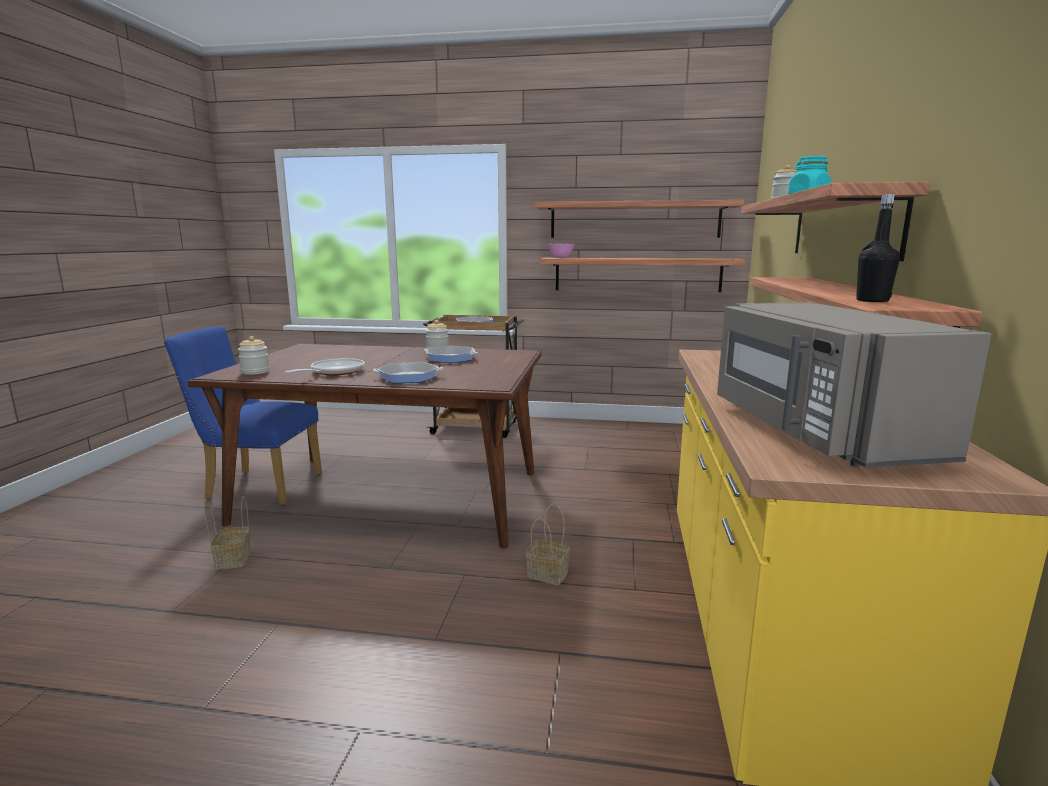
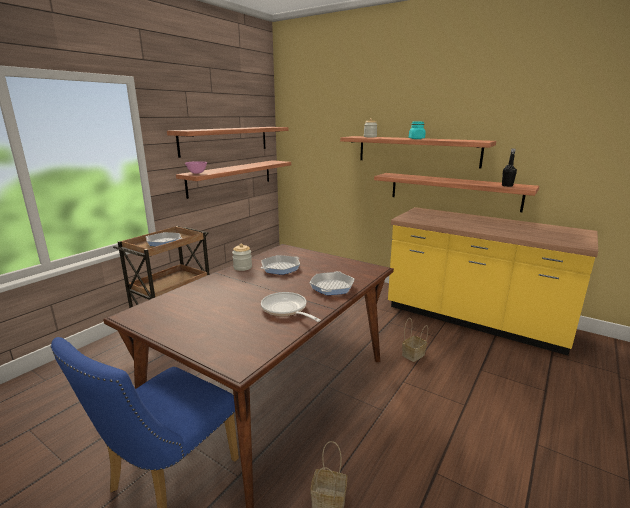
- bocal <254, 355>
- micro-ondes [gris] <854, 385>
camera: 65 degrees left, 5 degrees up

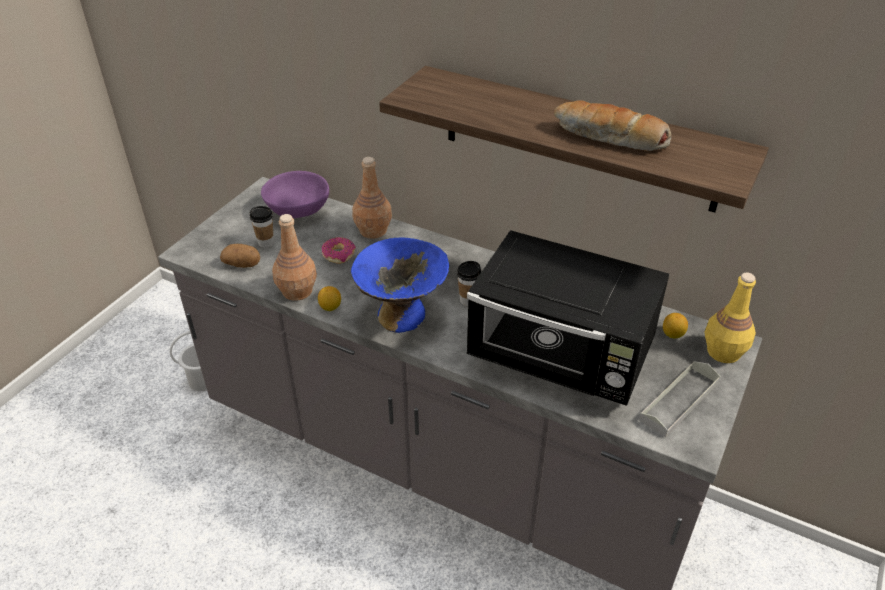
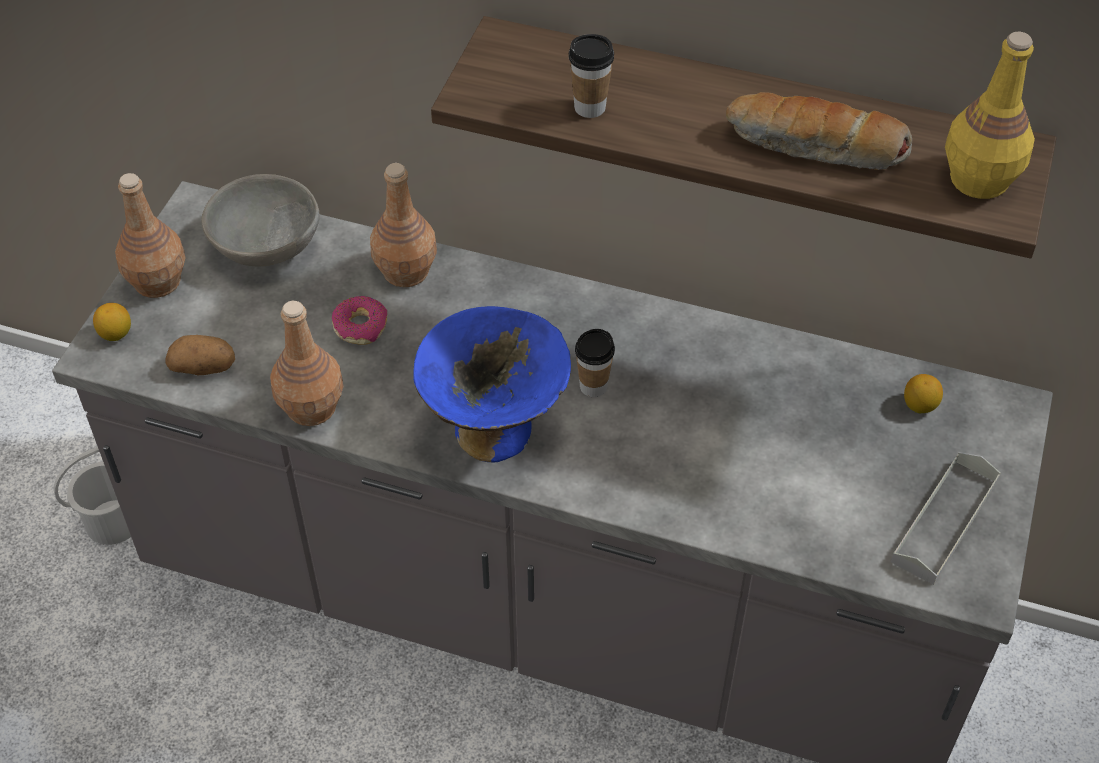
~ citron <329, 298> to <112, 322>
+ bouteille [marron] <150, 235>
~ bol [violet] <295, 194> to bol [gris] <260, 220>
~ tasse <262, 227> to <591, 76>
~ bouteille [jaune] <730, 317> to <990, 115>
- micro-ondes [noir] <567, 318>
camera: 10 degrees left, 10 degrees up

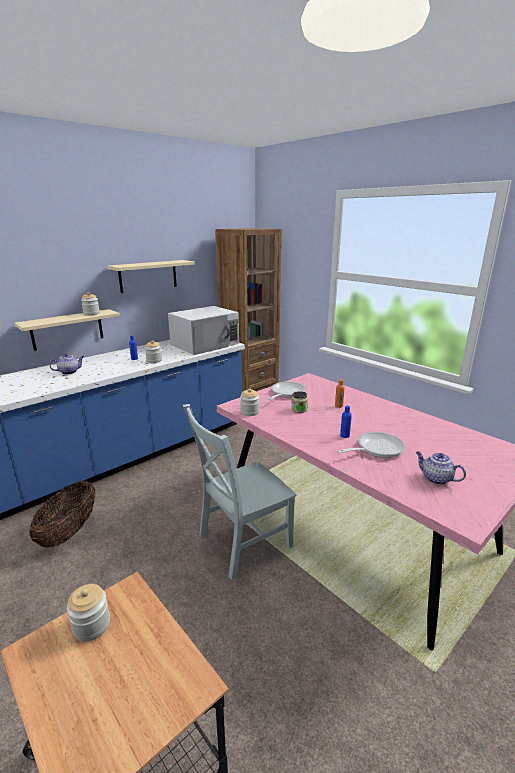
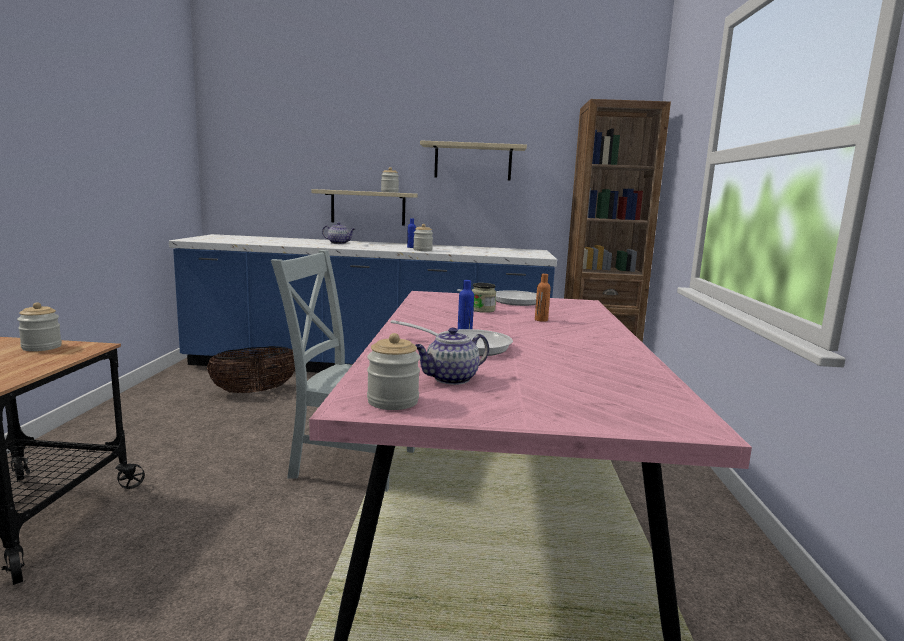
~ bocal <249, 402> to <393, 371>
~ théière <441, 468> = <452, 356> 120 degrees counterclockwise
- micro-ondes [blanc] <203, 330>
camera: 45 degrees right, 10 degrees down

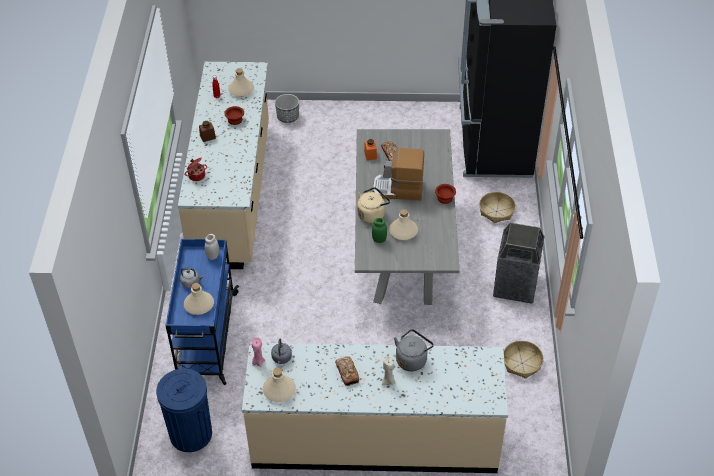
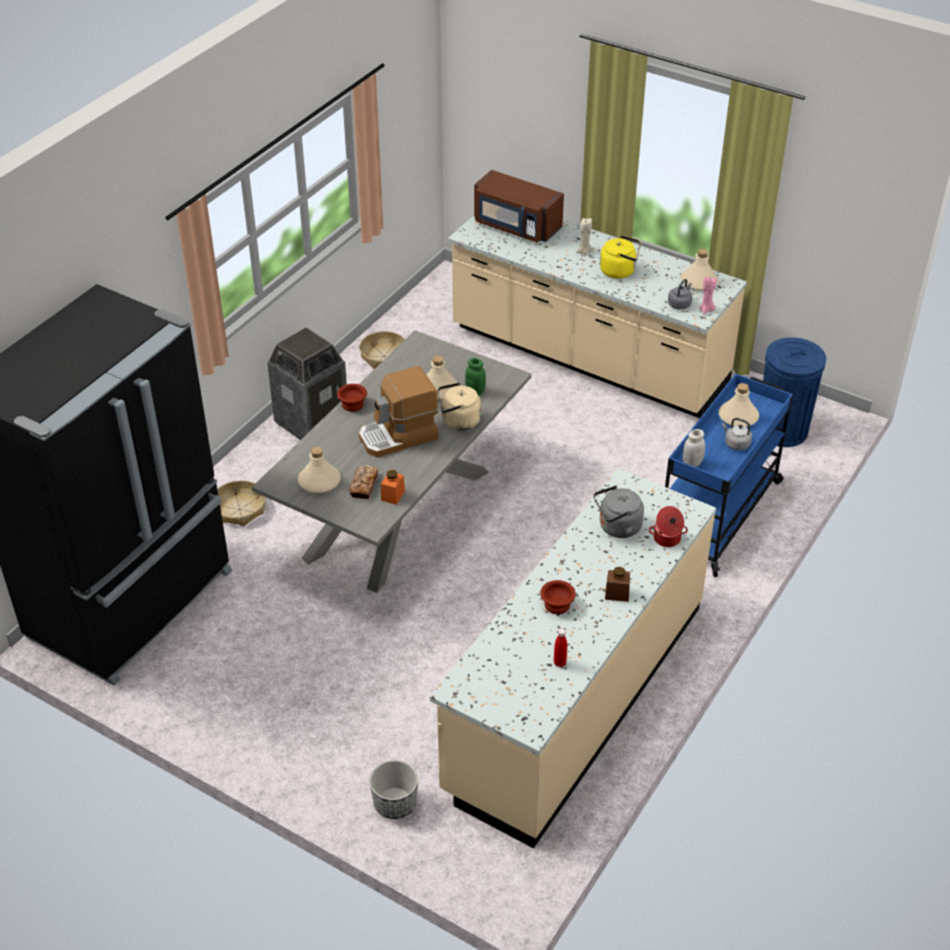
~ bouteille [beige] <241, 82> to <319, 470>
~ machine à café <398, 174> = <399, 411> 120 degrees clockwise
+ micro-ondes [marron] <519, 206>
~ bouilloire [gris] <414, 350> to <619, 511>
~ pain <347, 371> to bouilloire [jaune] <620, 257>
camera: 150 degrees left, 5 degrees down

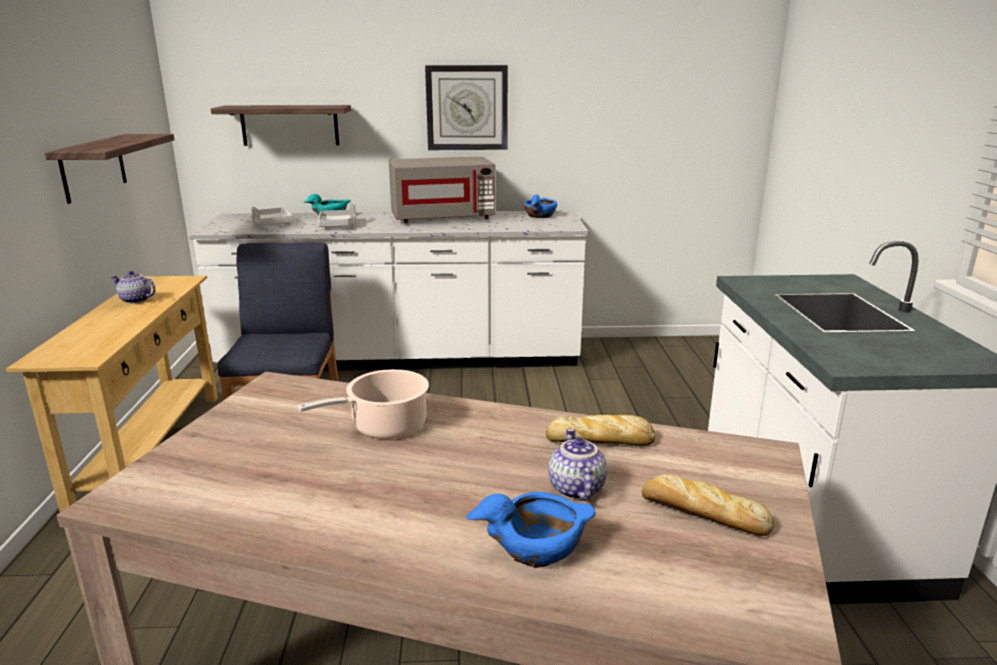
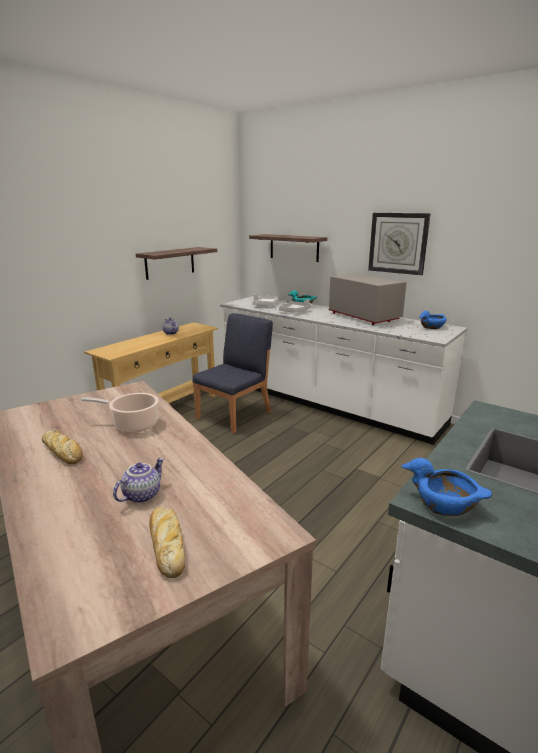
~ pain <600, 430> to <62, 447>
~ micro-ondes [gris] <442, 190> = <367, 299> 150 degrees counterclockwise
~ bol [bleu] <531, 530> to <446, 487>
camera: 40 degrees right, 0 degrees up

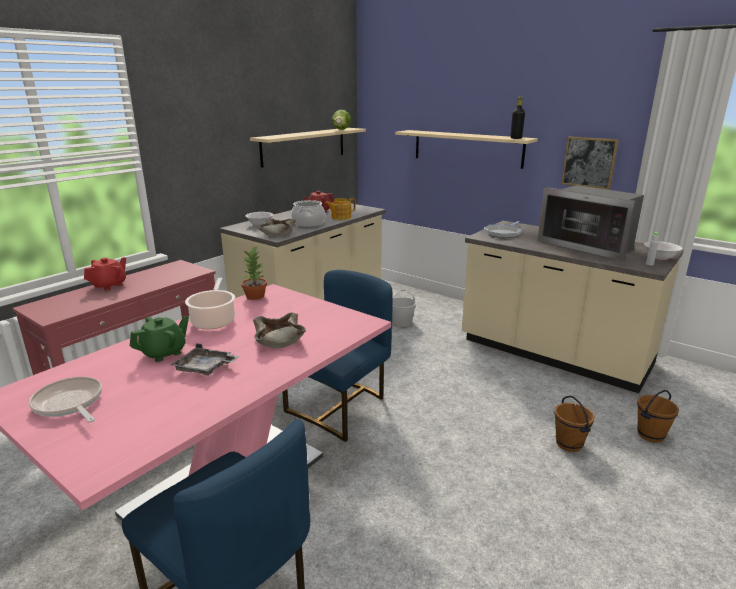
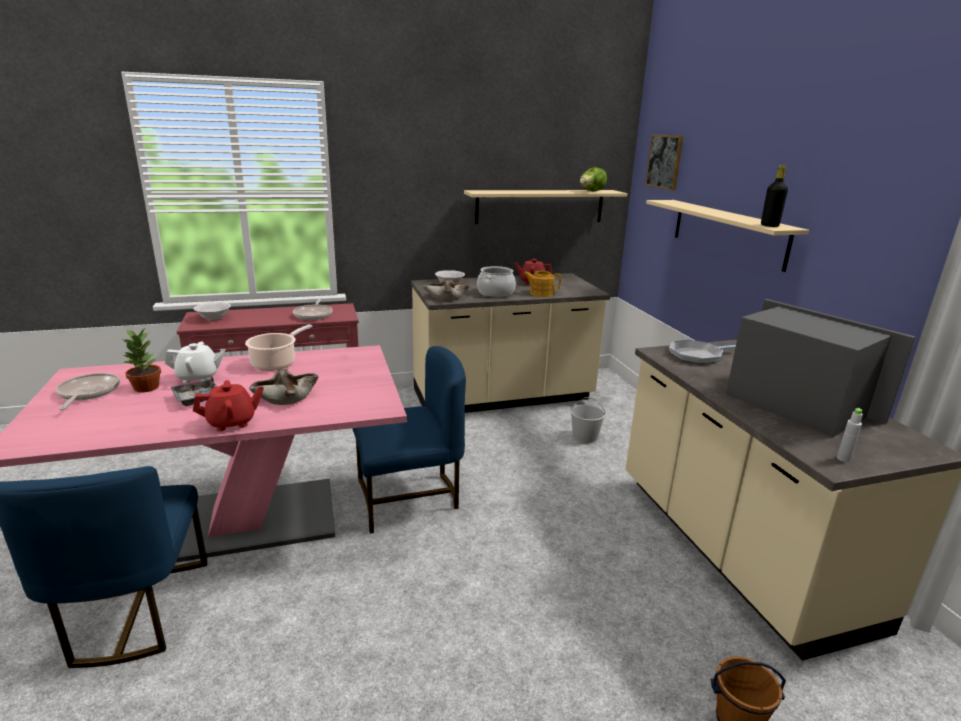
~ plante en pot <254, 273> to <142, 361>
~ théière [vert] <159, 339> to théière [blanc] <195, 362>
~ théière [rouge] <105, 273> to <228, 405>
~ bol [blanc] <663, 250> to <212, 311>
+ poêle <312, 309>
~ tableau <590, 163> to <664, 162>
~ micro-ondes <590, 223> = <821, 368> 150 degrees clockwise
- seau [marron] <574, 424>
camera: 35 degrees right, 0 degrees up

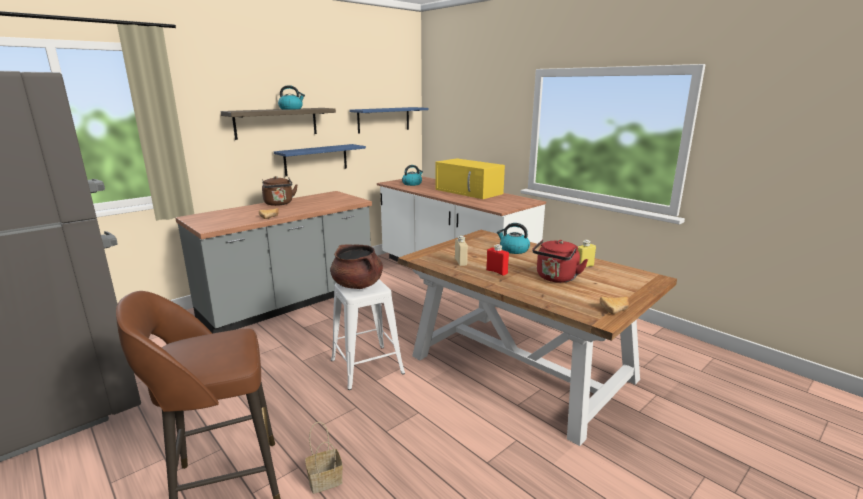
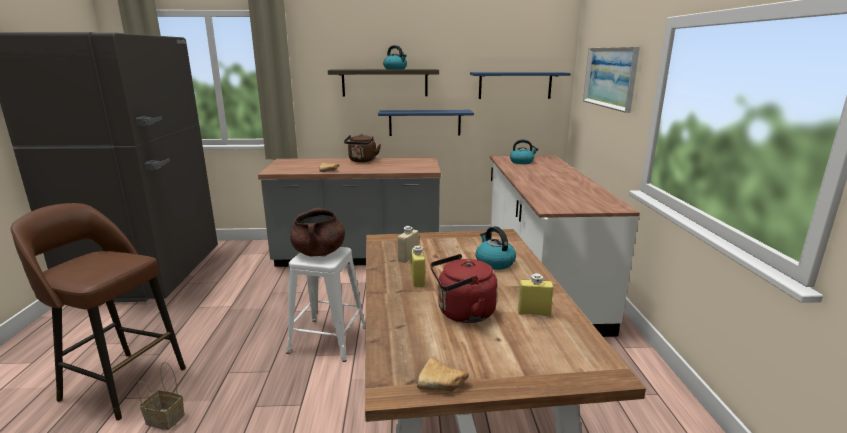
~ bouteille [rouge] <497, 260> to bouteille [jaune] <418, 266>
+ tableau <611, 80>
- micro-ondes [jaune] <470, 178>
camera: 40 degrees right, 0 degrees up

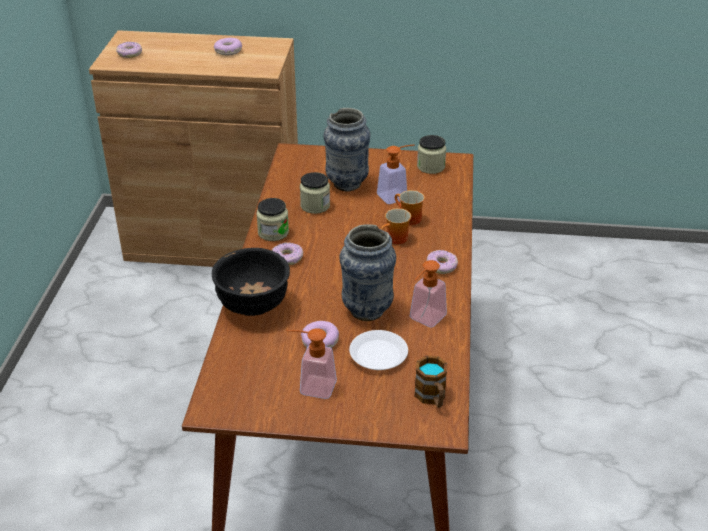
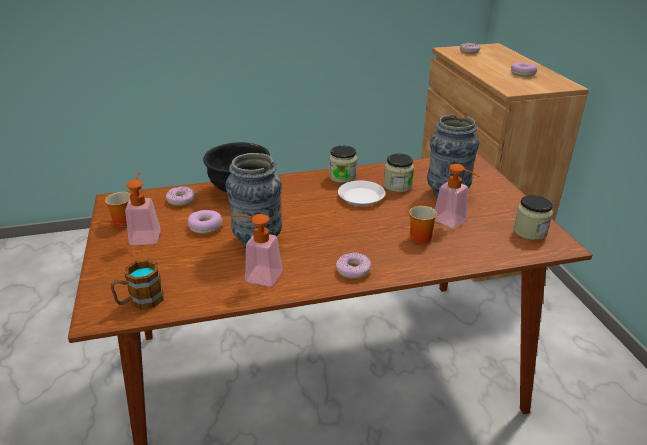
~ mug <396, 226> to <117, 210>
~ beignet <287, 253> to <180, 196>
~ assiette [blanc] <378, 350> to <361, 193>
camera: 70 degrees right, 5 degrees down

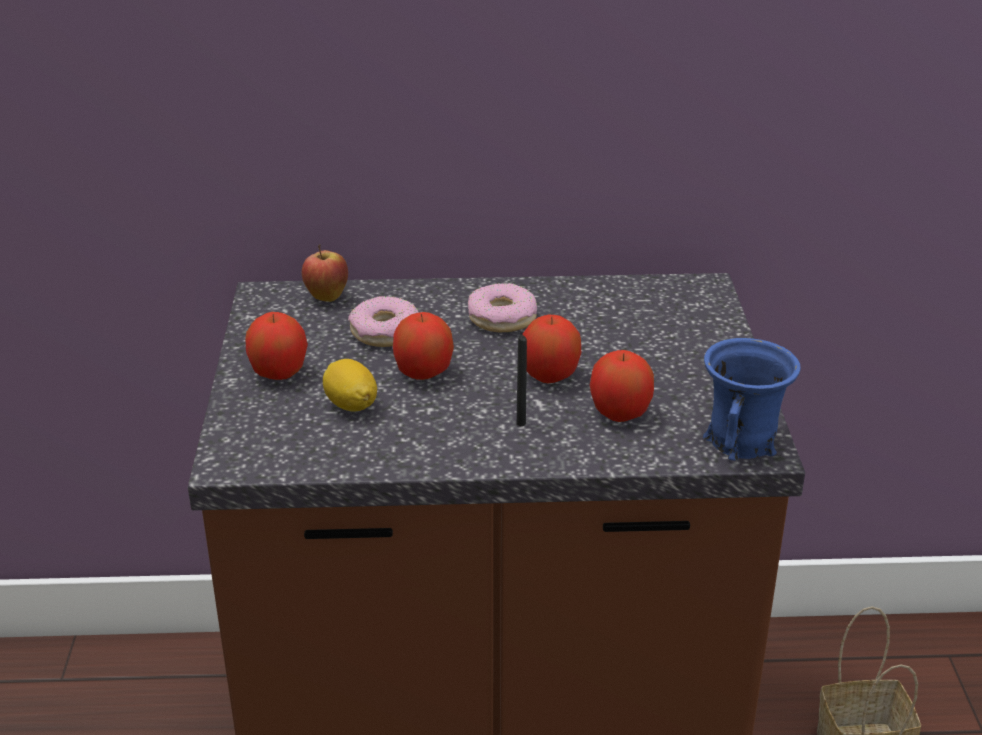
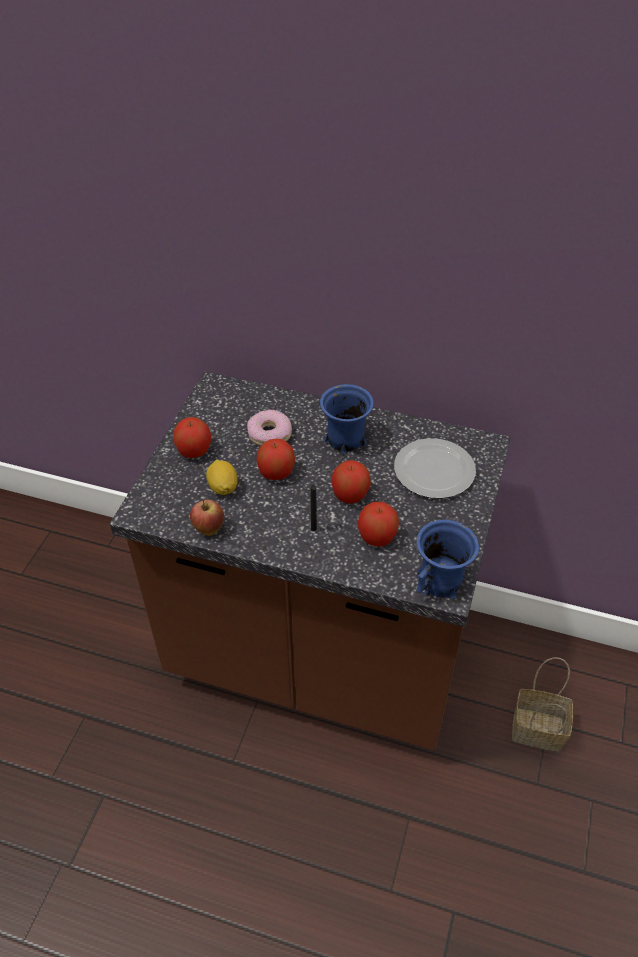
~ pomme <325, 273> to <207, 517>
~ beignet <502, 307> to mug [bleu] <347, 419>
+ assiette <435, 468>
camera: 20 degrees right, 15 degrees up

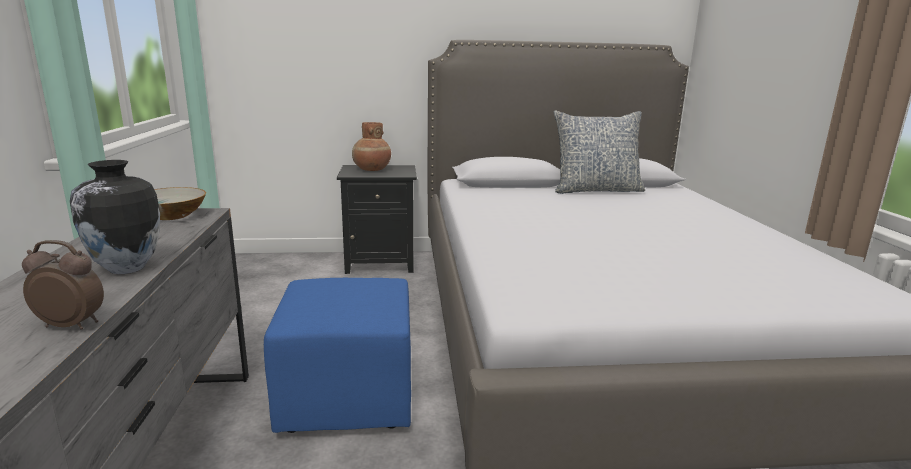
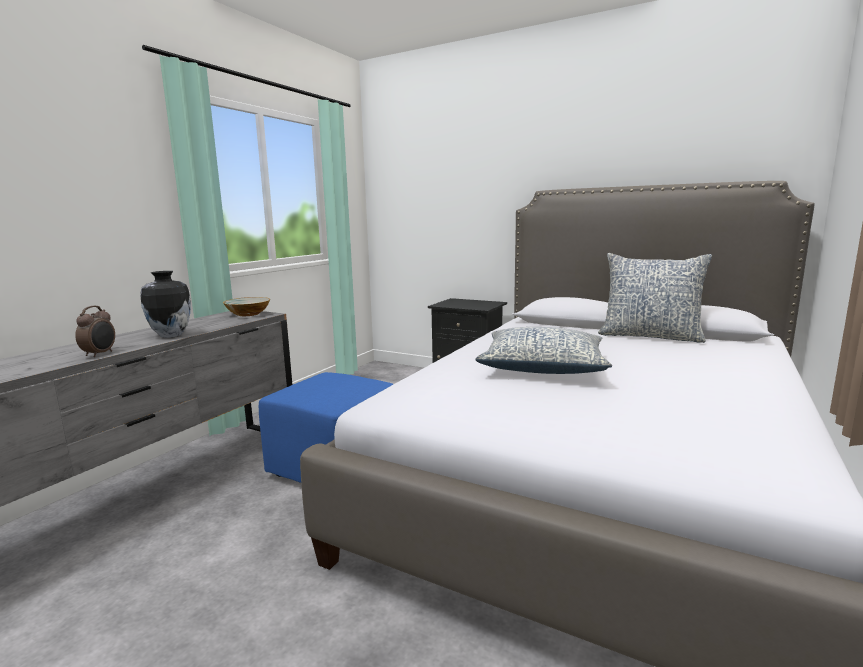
~ réveil <63, 285> = <95, 331> 60 degrees clockwise
+ coussin <543, 350>
- vase [marron] <371, 146>
camera: 35 degrees right, 5 degrees down

